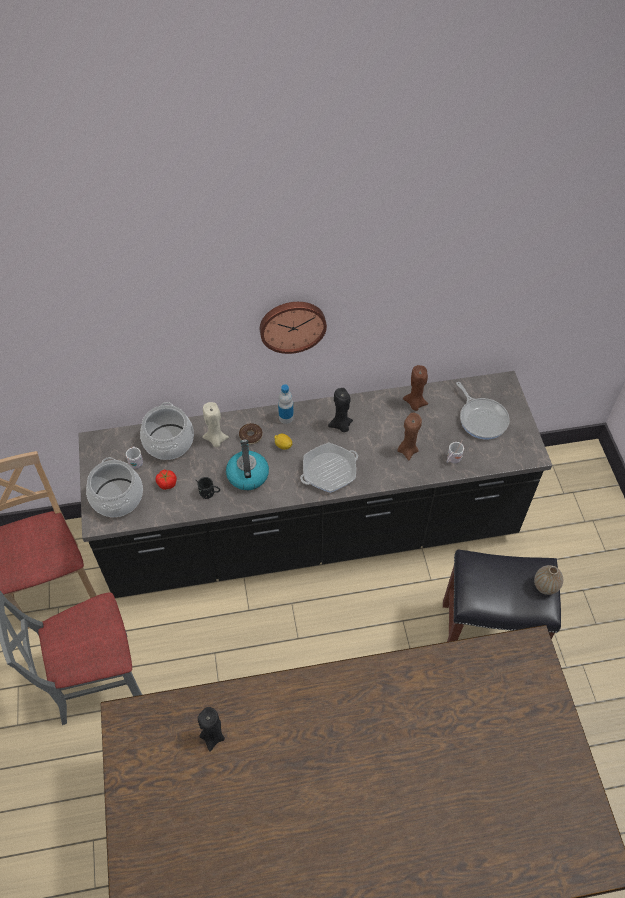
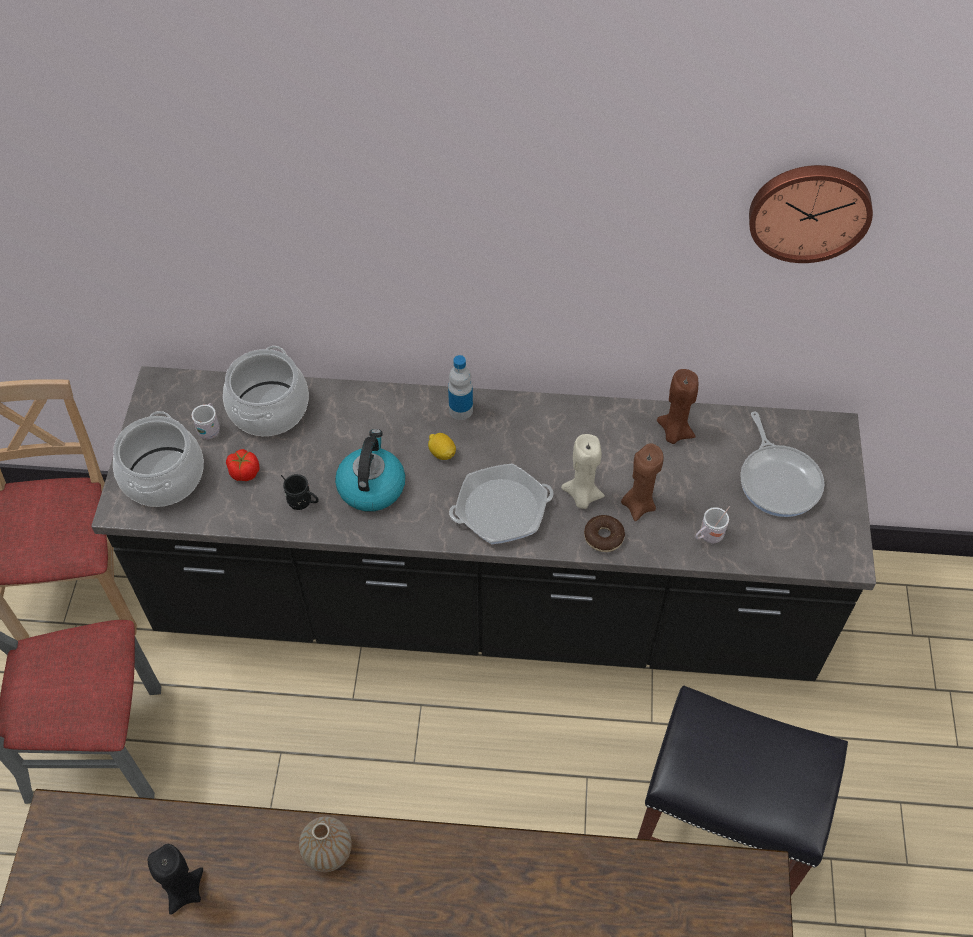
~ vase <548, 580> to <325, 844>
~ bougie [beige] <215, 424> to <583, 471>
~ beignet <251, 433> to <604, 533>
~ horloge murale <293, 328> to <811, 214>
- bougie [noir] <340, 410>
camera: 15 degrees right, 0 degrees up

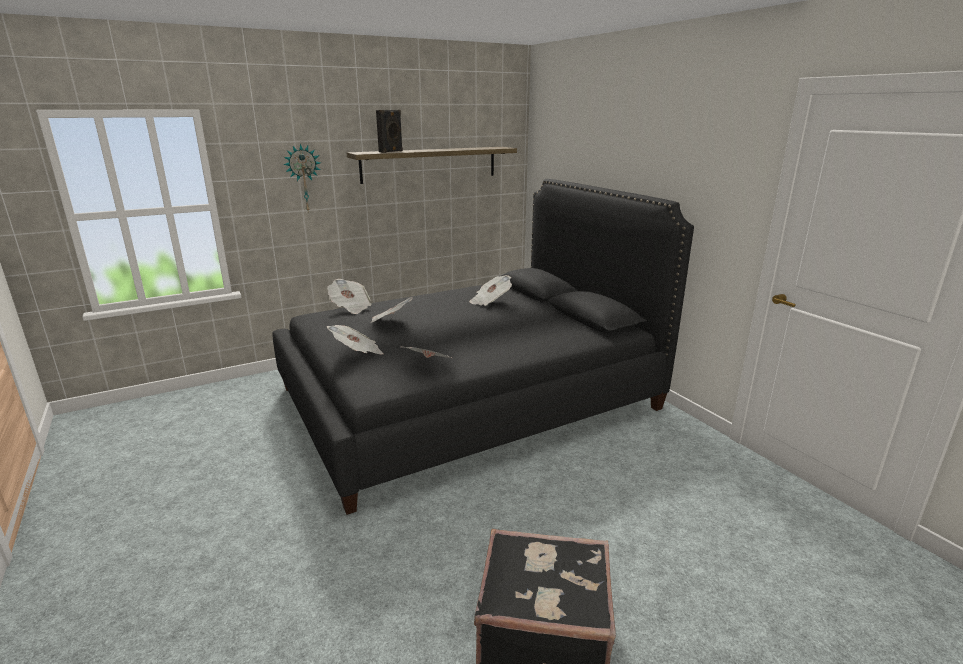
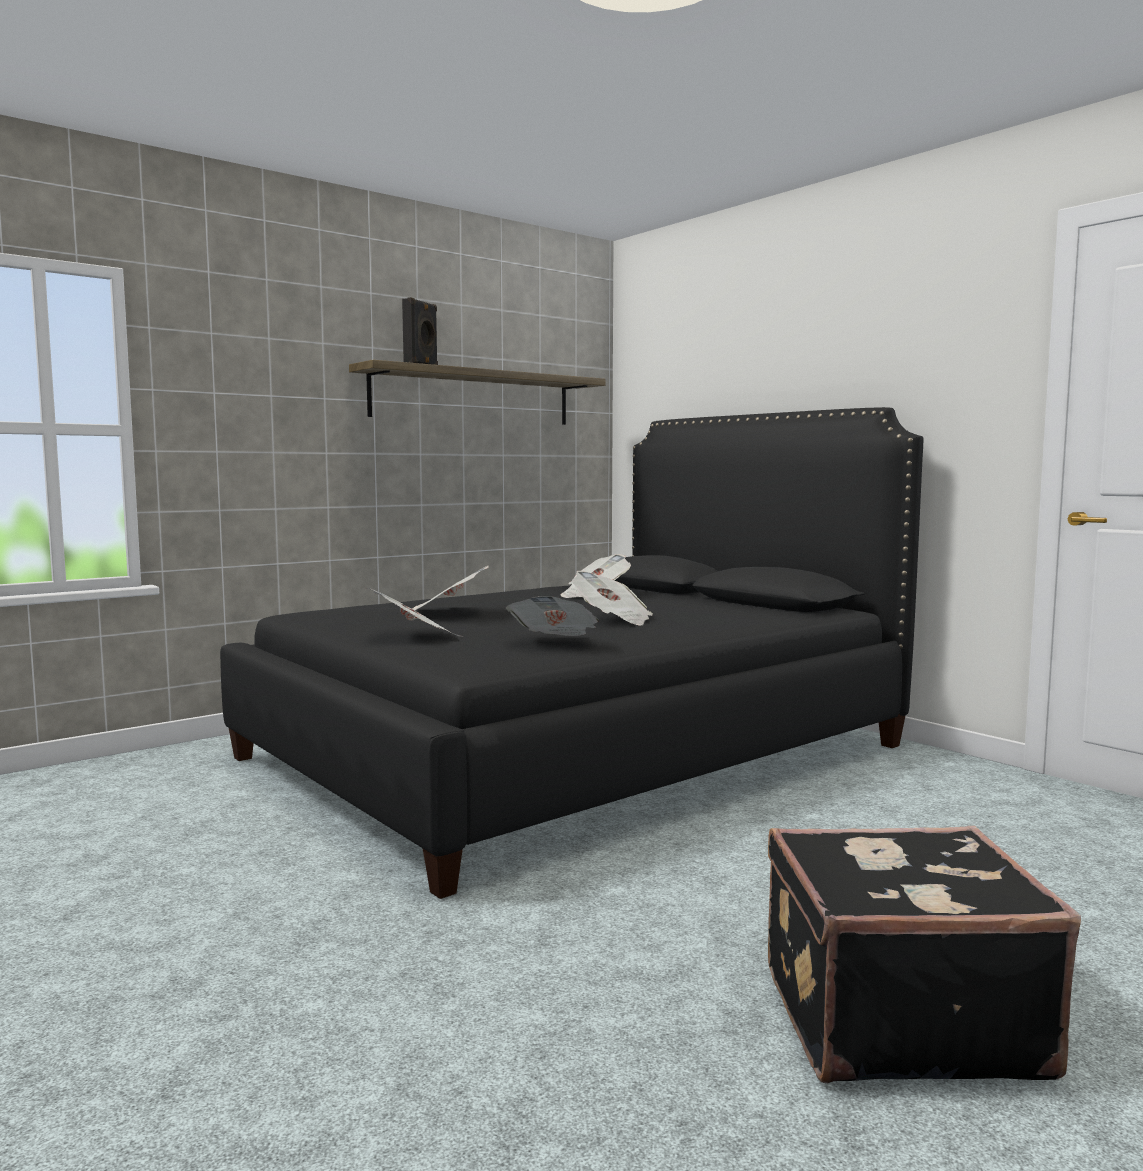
~ journal <349, 296> to <612, 598>
- horloge murale <302, 178>
camera: 10 degrees left, 15 degrees down

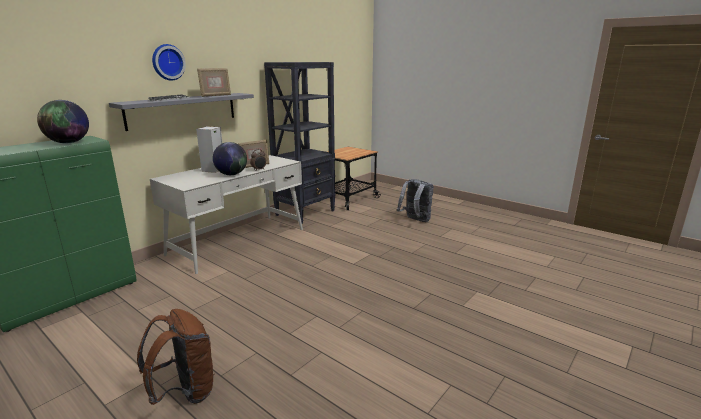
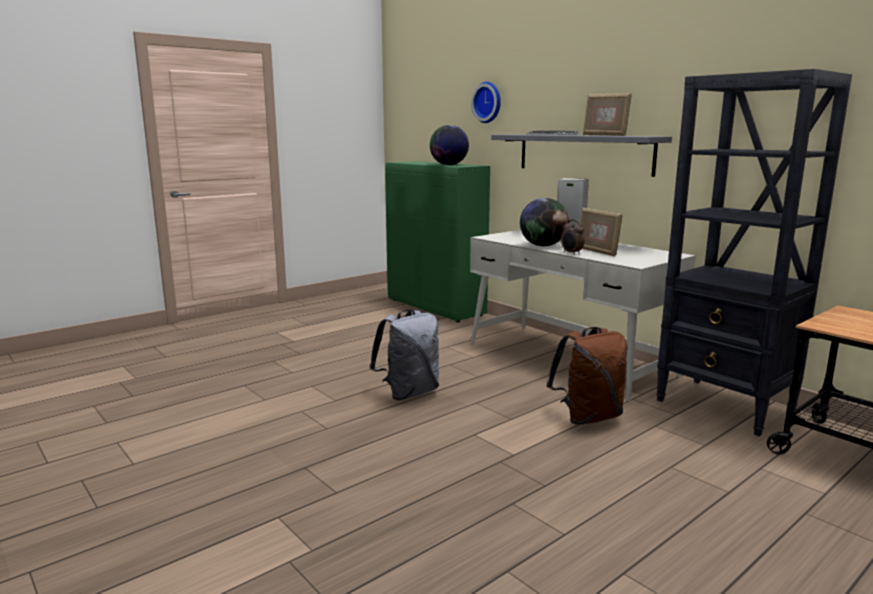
~ sac à dos [gris] <415, 200> to <404, 355>
~ horloge murale <169, 62> to <486, 102>
~ sac à dos [marron] <176, 357> to <587, 376>
camera: 100 degrees right, 5 degrees down

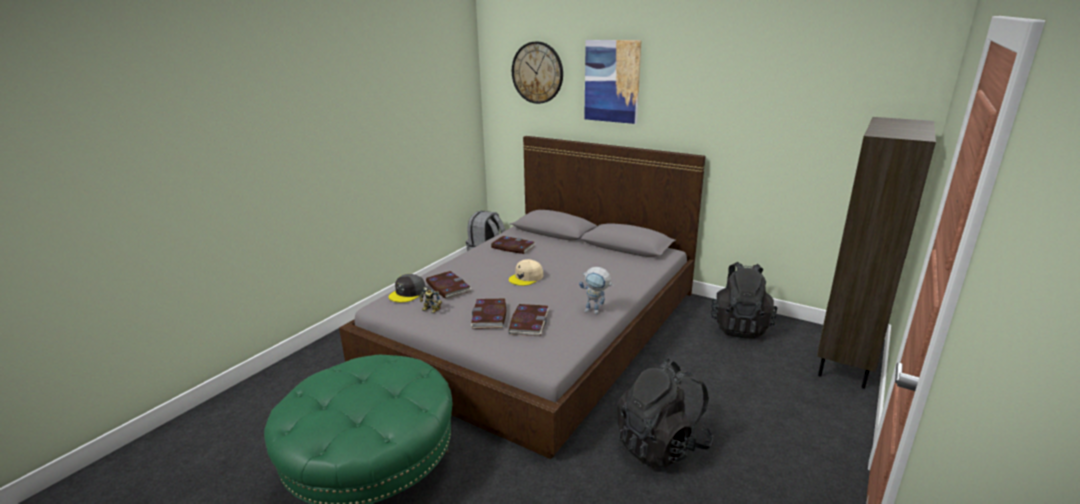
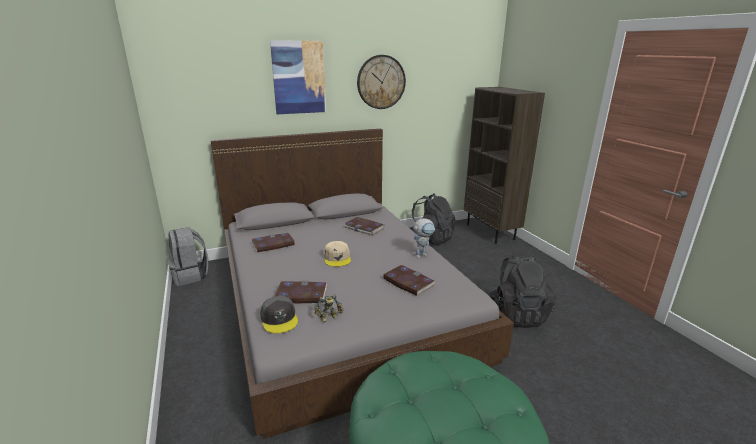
~ livre <488, 314> to <364, 226>
~ horloge murale <537, 72> to <381, 82>
camera: 55 degrees left, 0 degrees up

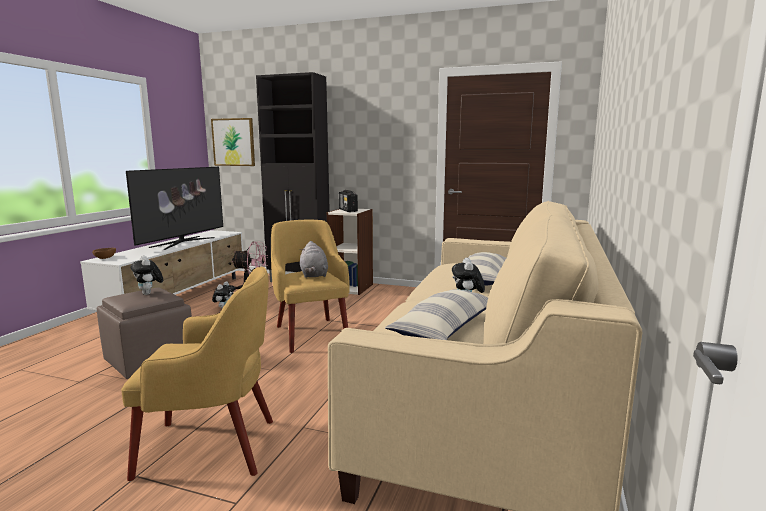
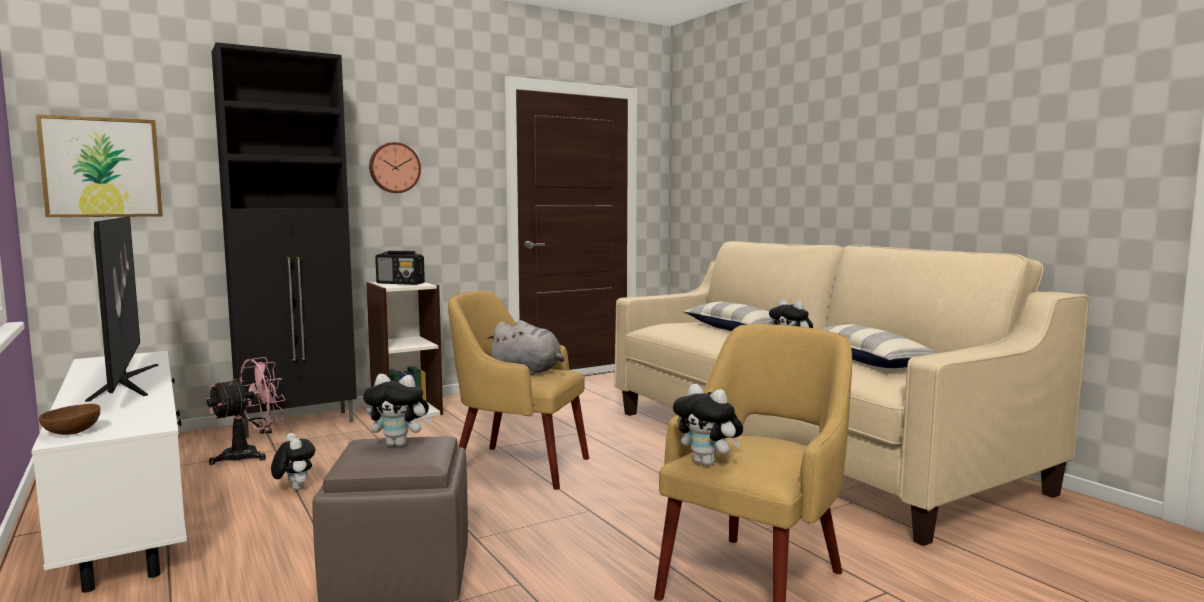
+ horloge murale <395, 167>
+ peluche <708, 425>
camera: 50 degrees left, 5 degrees down

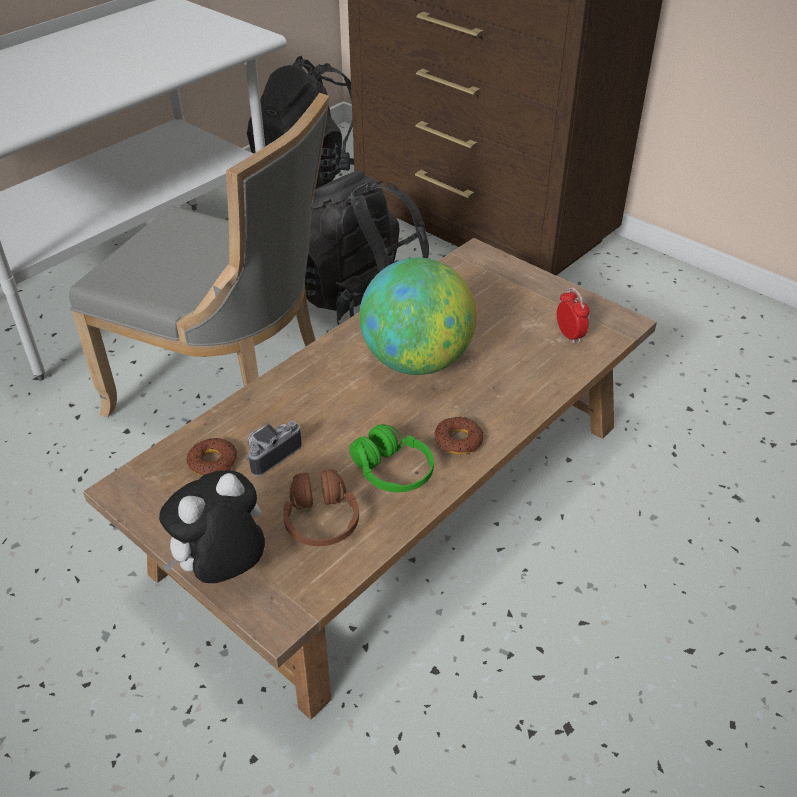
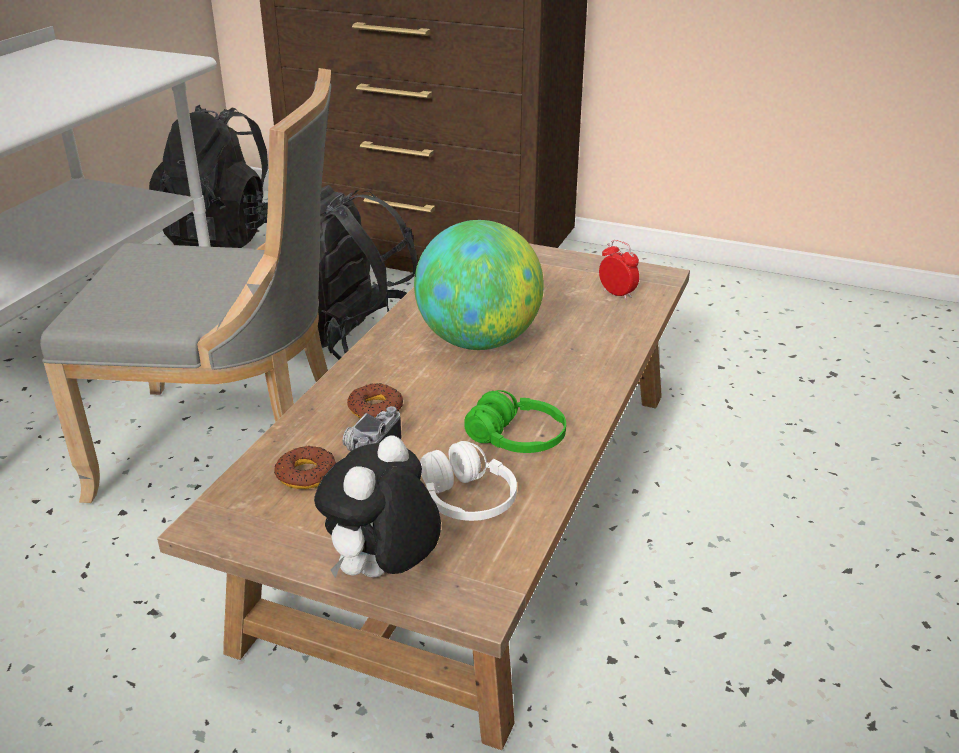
~ beignet <458, 436> to <375, 400>
~ casque audio [marron] <321, 507> to casque audio [blanc] <468, 481>
camera: 20 degrees left, 10 degrees down

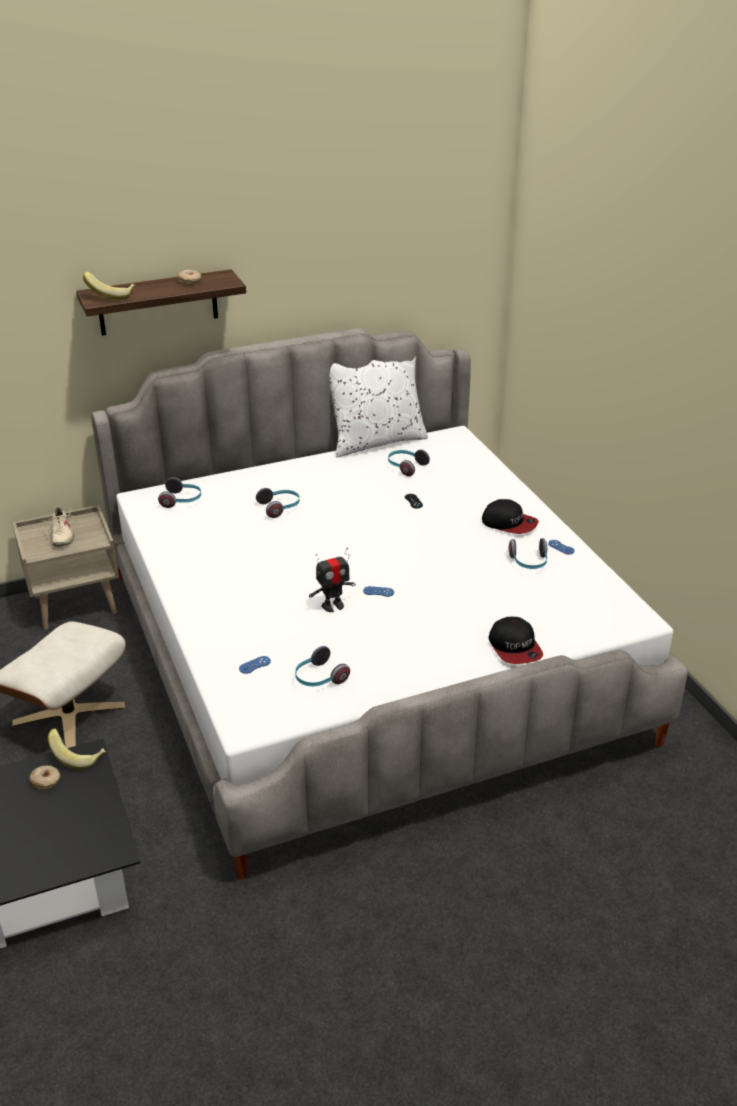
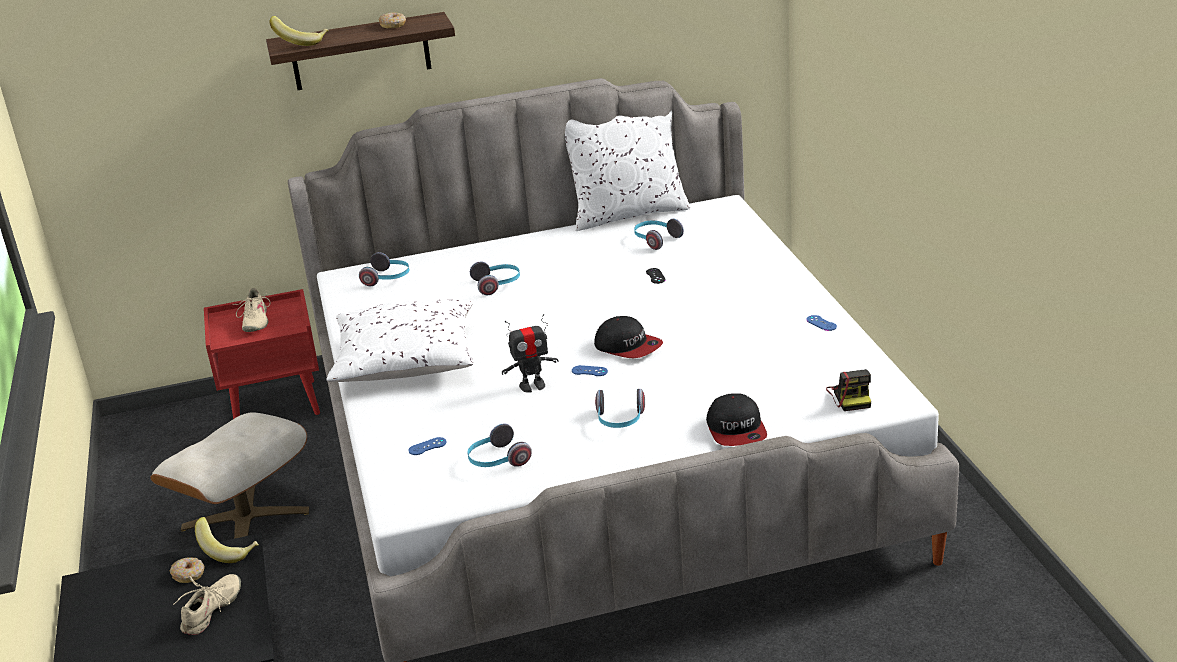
+ chaussure [beige] <207, 604>
~ table de chevet [beige] <65, 567> to table de chevet [rouge] <262, 354>
+ coussin [blanc] <399, 340>
~ casquette <510, 516> to <628, 337>
~ casque audio <528, 553> to <620, 408>
+ appareil photo <848, 390>
camera: 10 degrees right, 5 degrees down

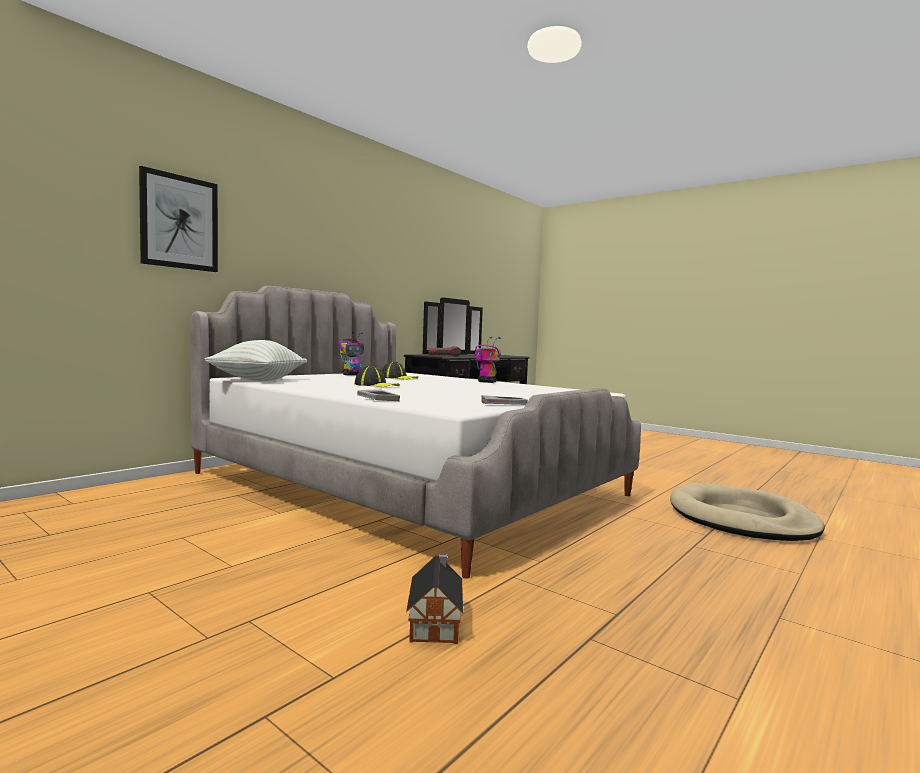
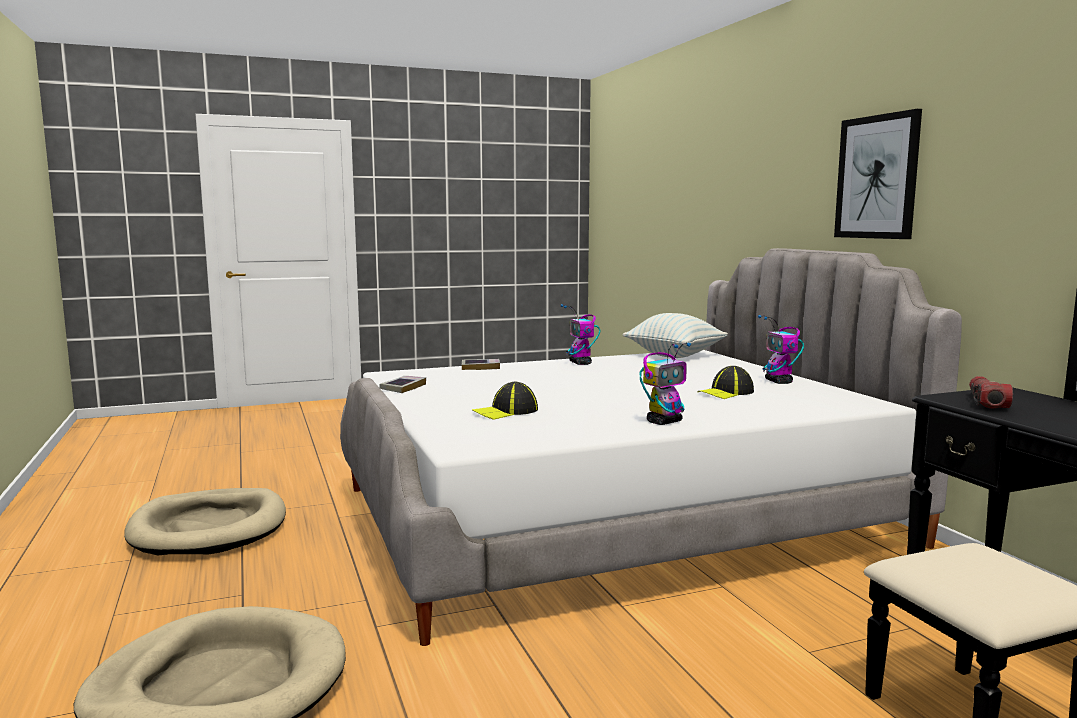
+ panier pour chien [beige] <205, 522>
~ casquette <377, 377> to <505, 401>
+ robot jouet <581, 334>
~ tableau <178, 219> to <878, 174>
- maison miniature <434, 599>
camera: 120 degrees right, 5 degrees up

